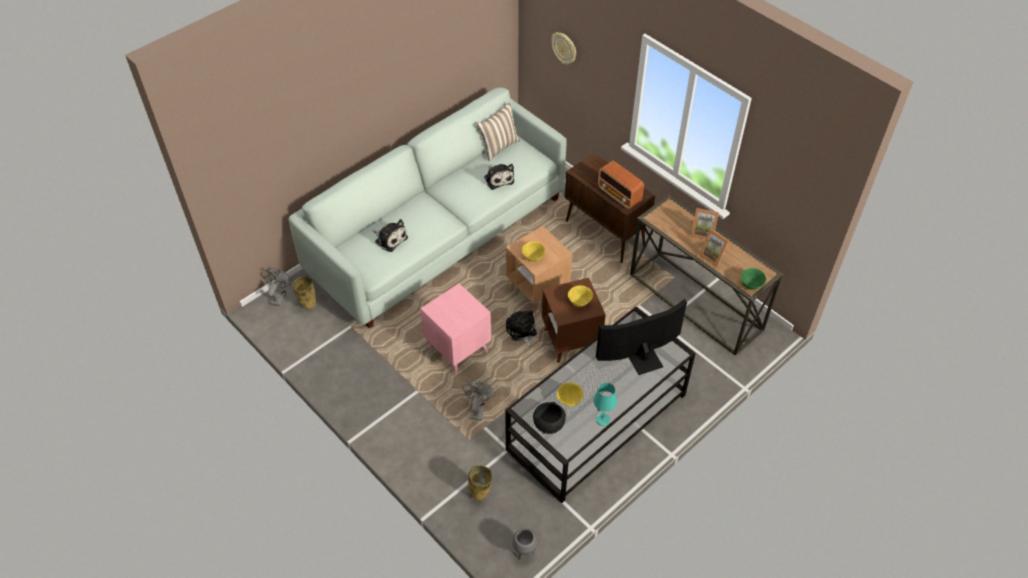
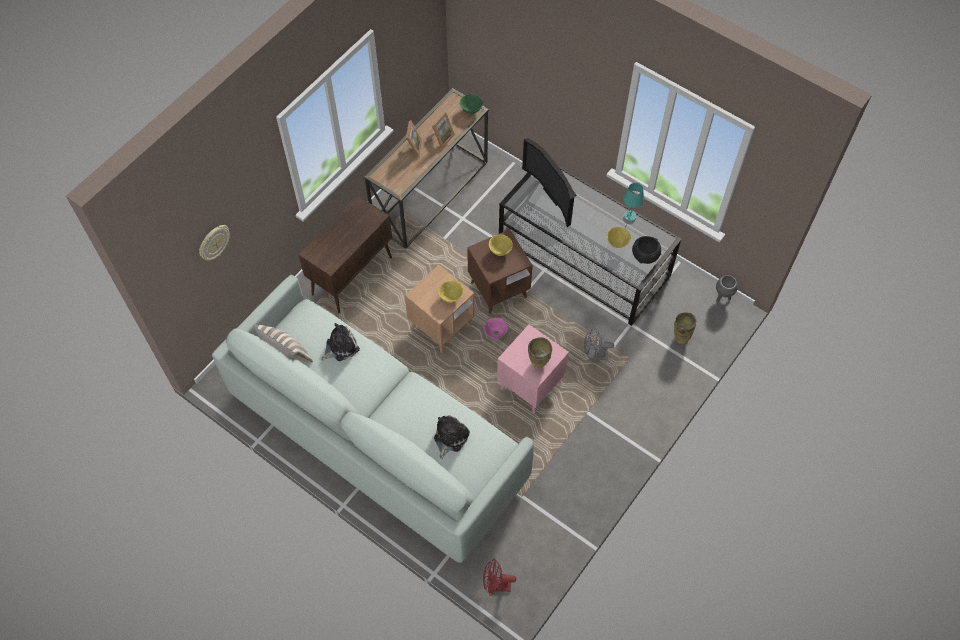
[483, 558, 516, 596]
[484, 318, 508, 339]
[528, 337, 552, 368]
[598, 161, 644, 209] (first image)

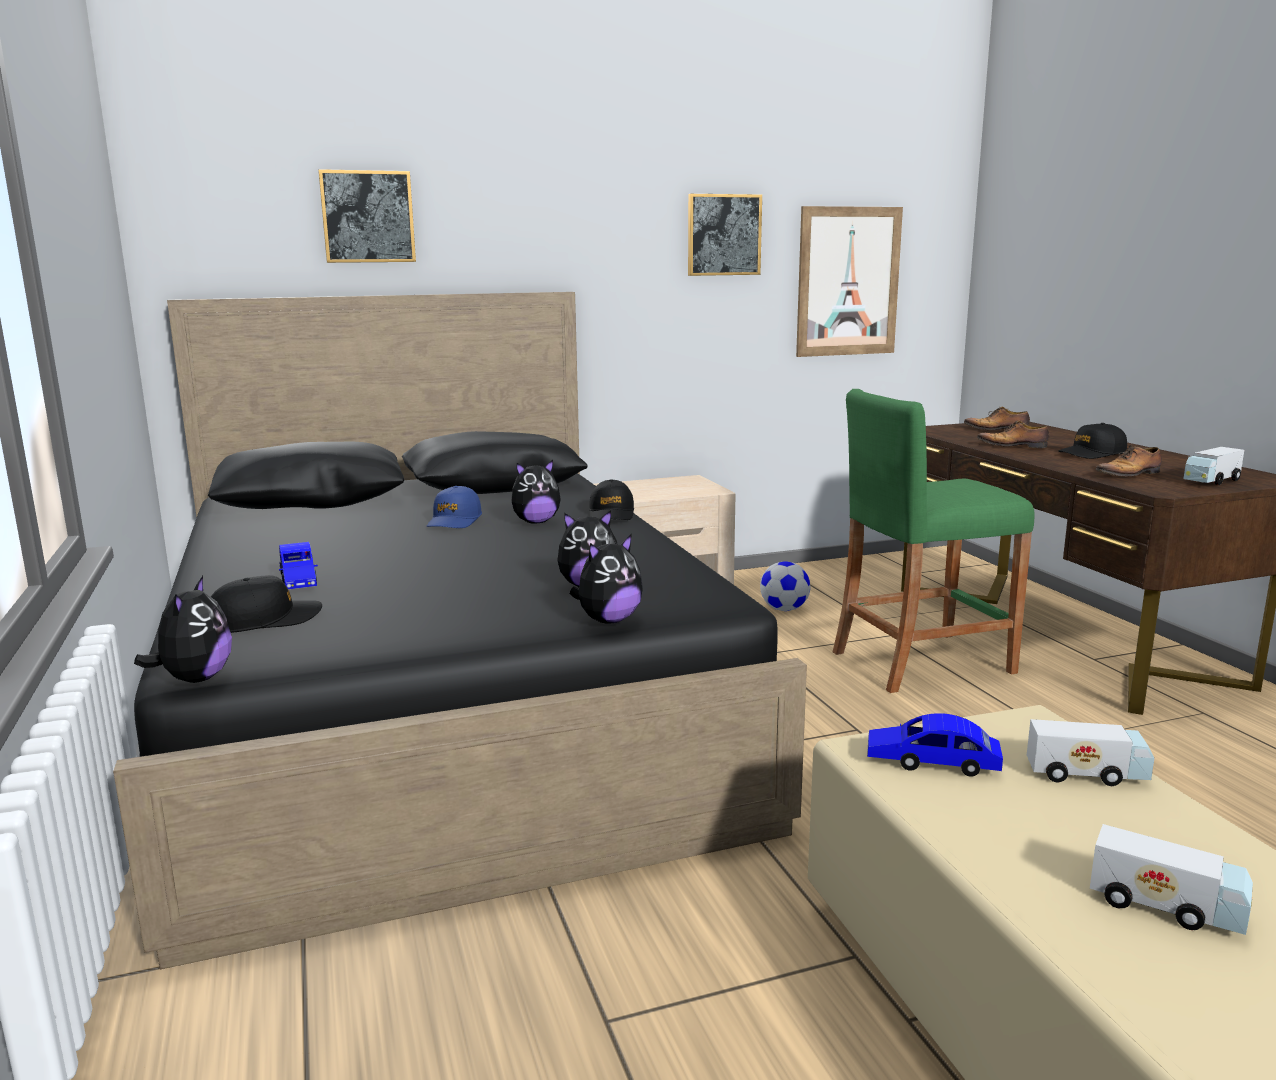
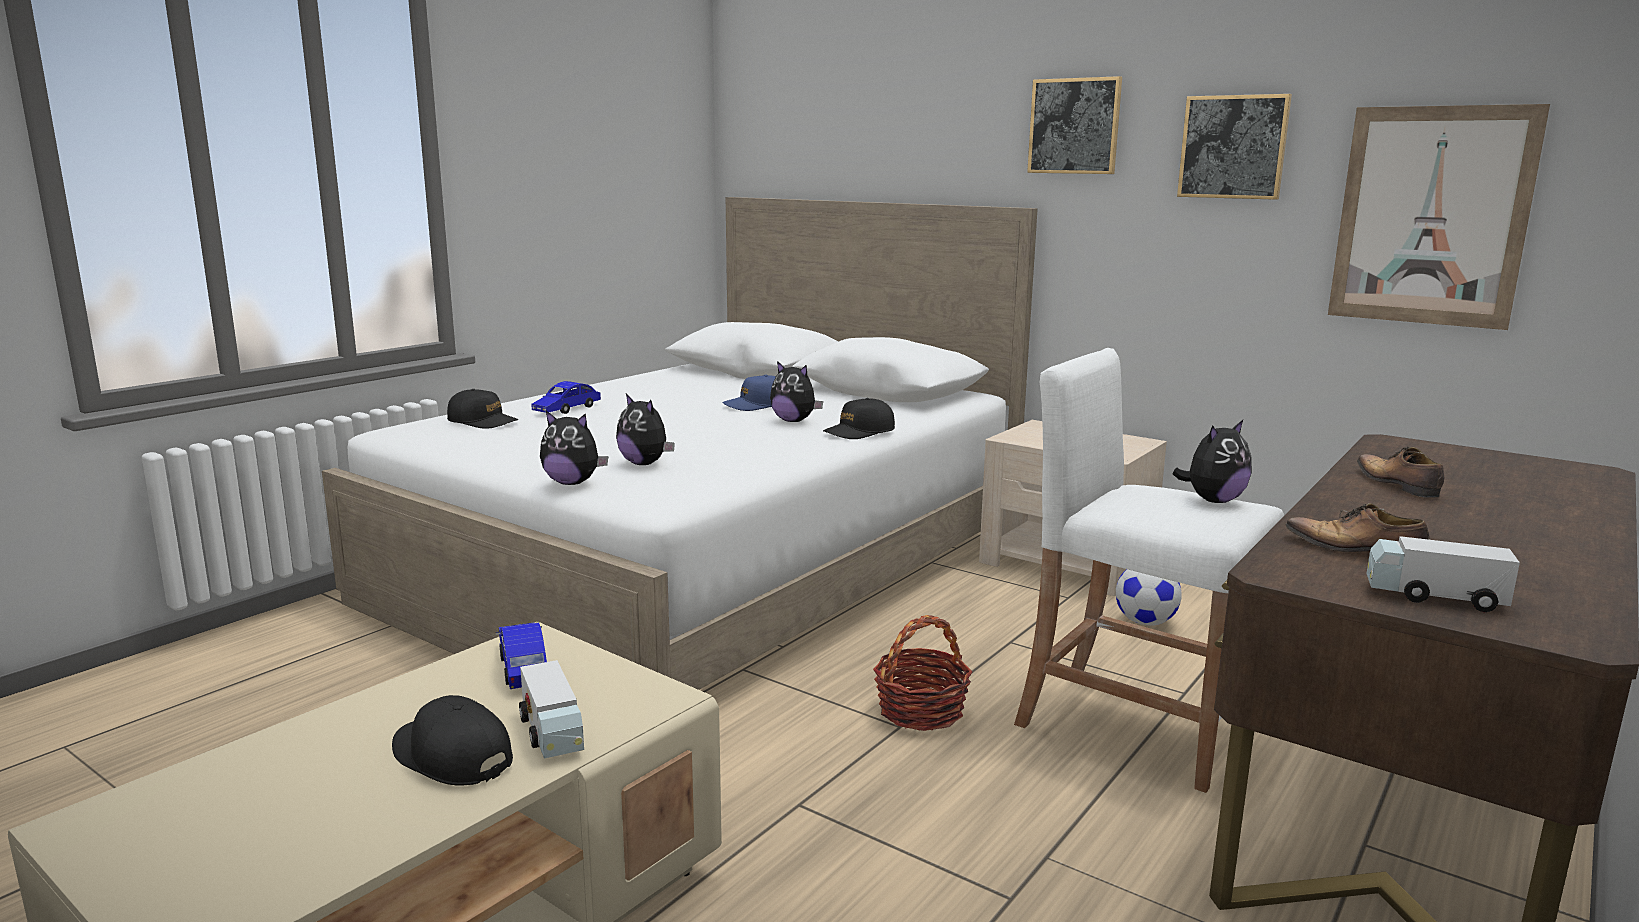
[322, 197, 1038, 690]
[392, 695, 513, 786]
[873, 615, 972, 731]
[1014, 348, 1284, 793]
[1027, 76, 1122, 174]
[1173, 420, 1252, 503]
[964, 407, 1030, 430] (first image)
[1090, 824, 1253, 935] (first image)

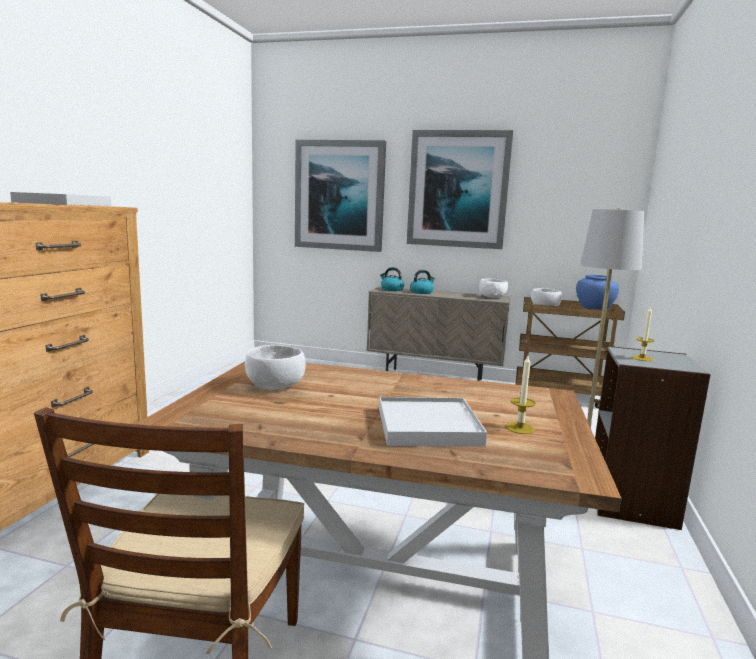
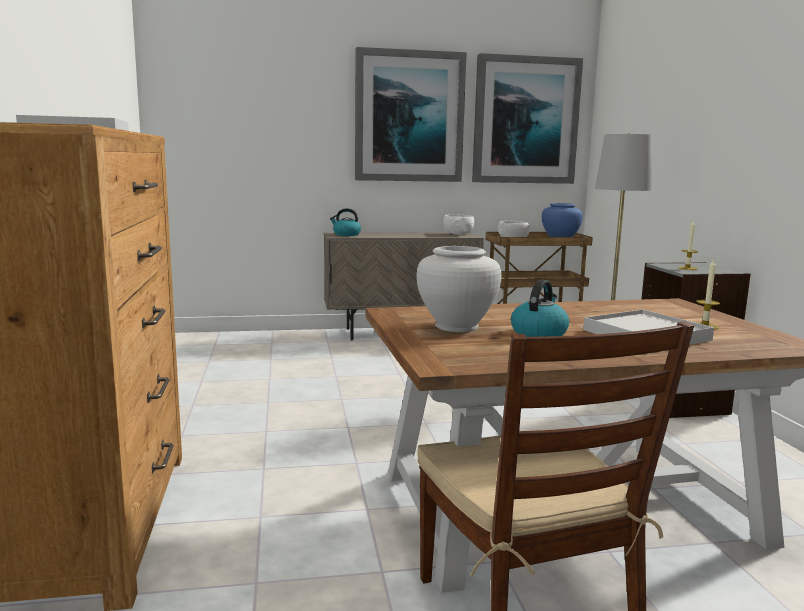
[417, 246, 501, 332]
[472, 53, 583, 184]
[511, 280, 569, 337]

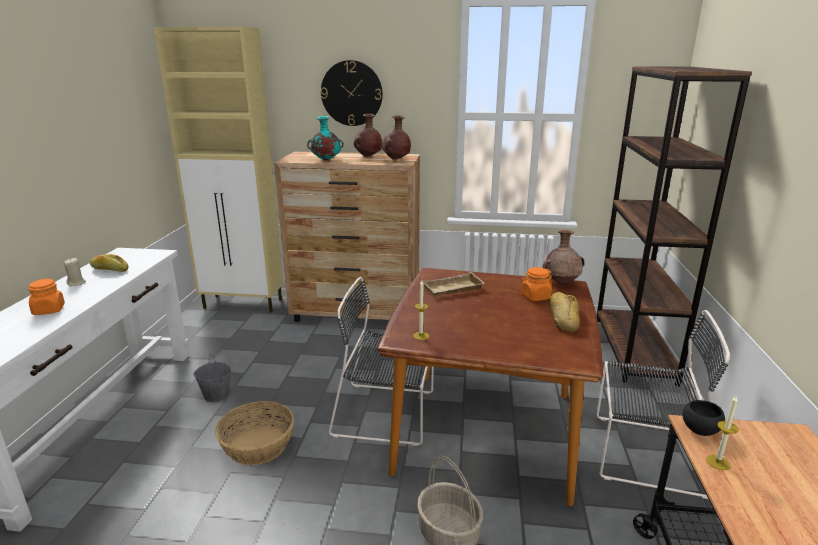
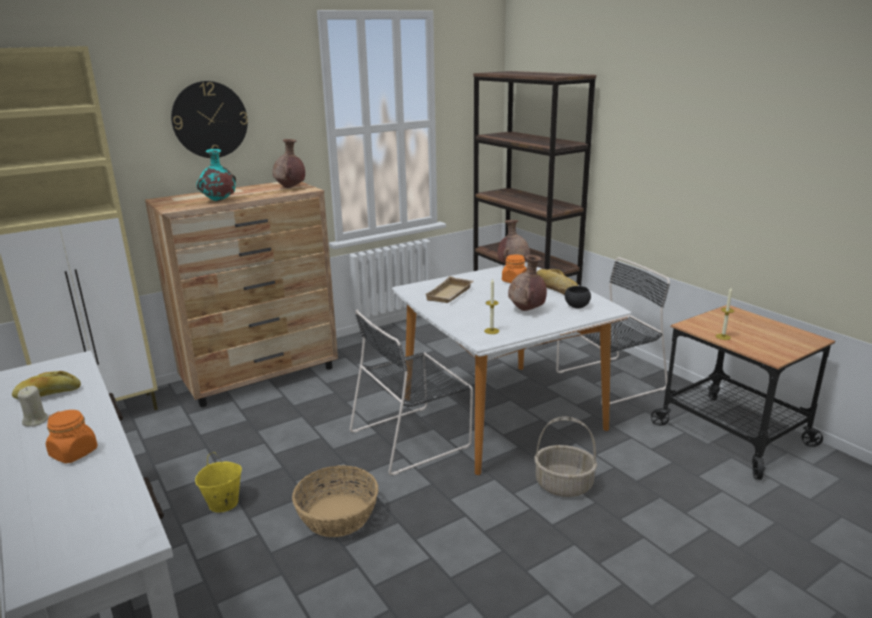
[195, 452, 242, 513]
[392, 262, 631, 475]
[508, 255, 547, 311]
[565, 286, 591, 309]

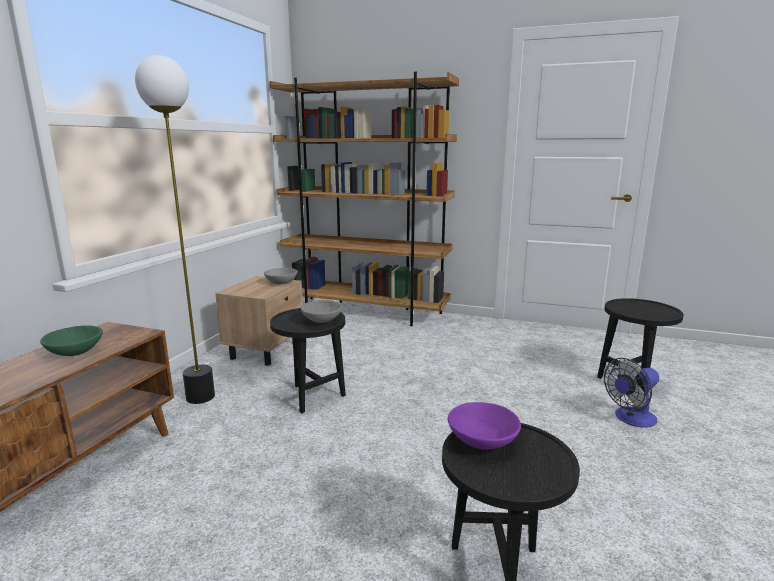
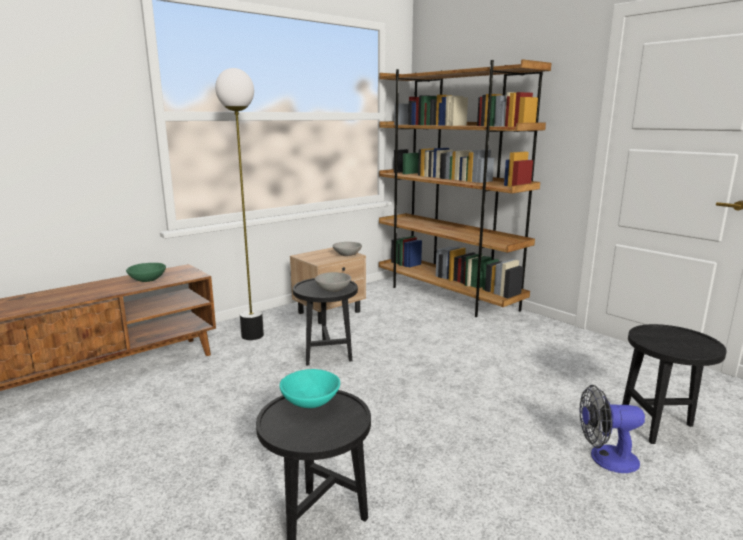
[279, 369, 340, 408]

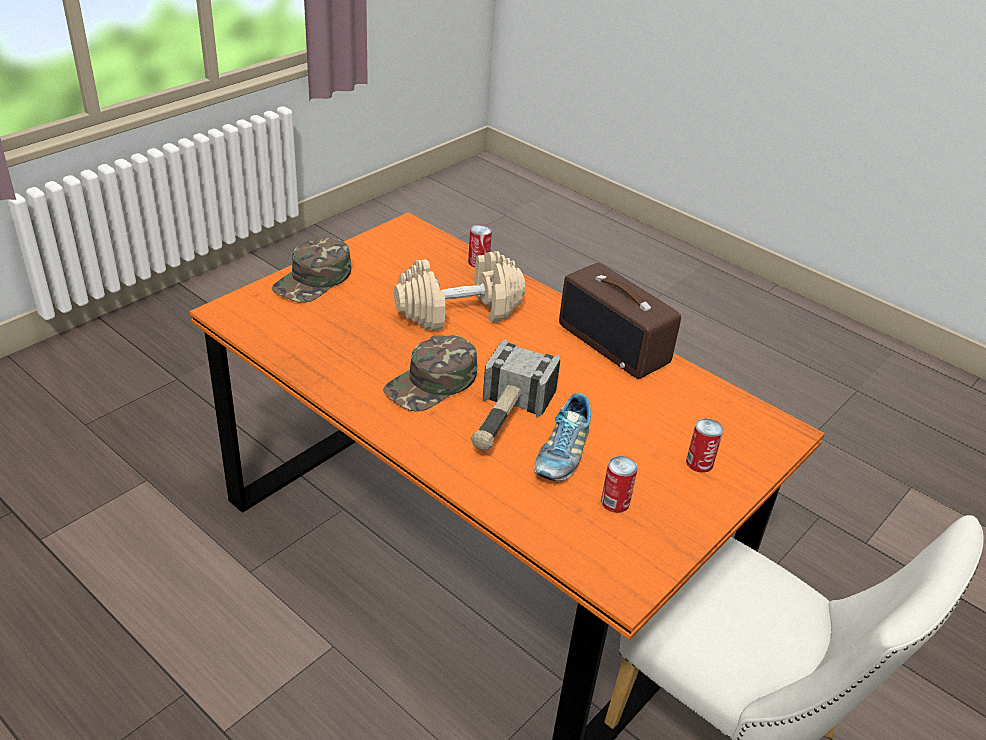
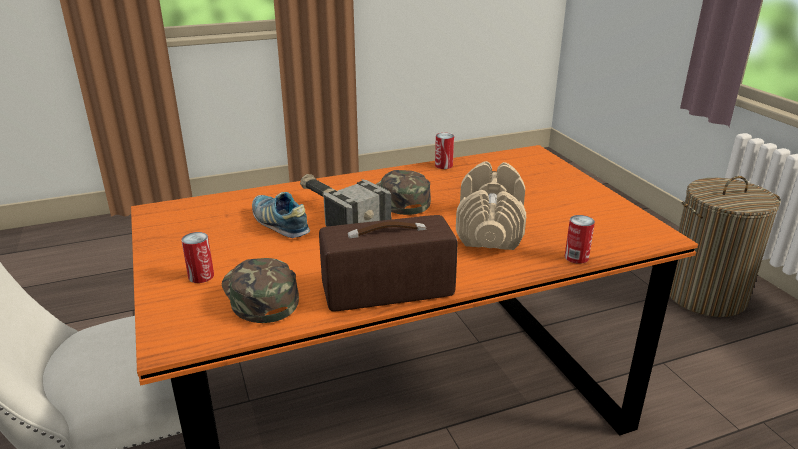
[222, 258, 299, 323]
[435, 133, 454, 169]
[670, 176, 781, 317]

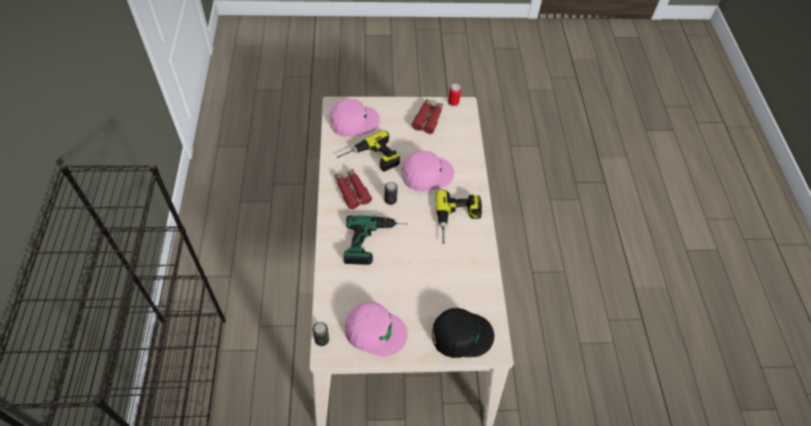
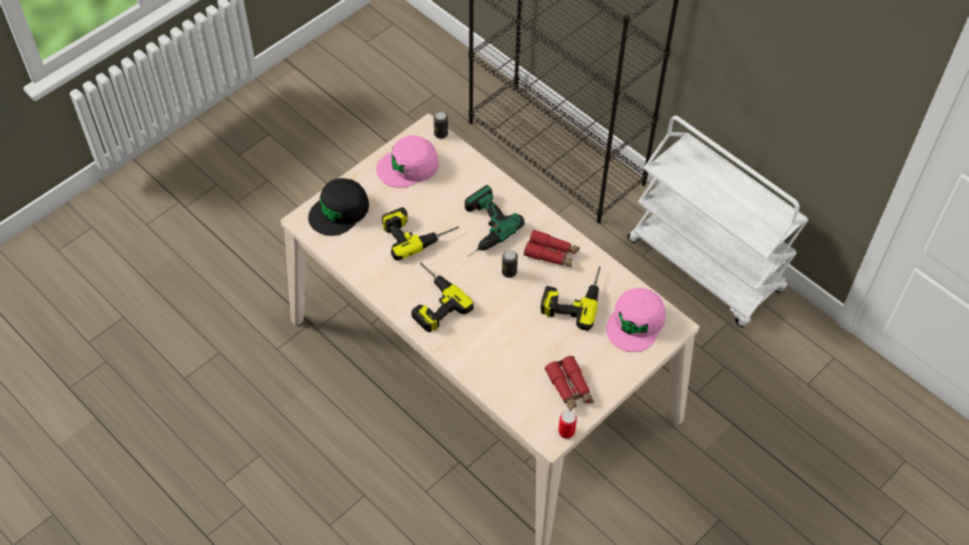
[382, 207, 459, 261]
[627, 116, 808, 327]
[402, 151, 454, 191] (first image)

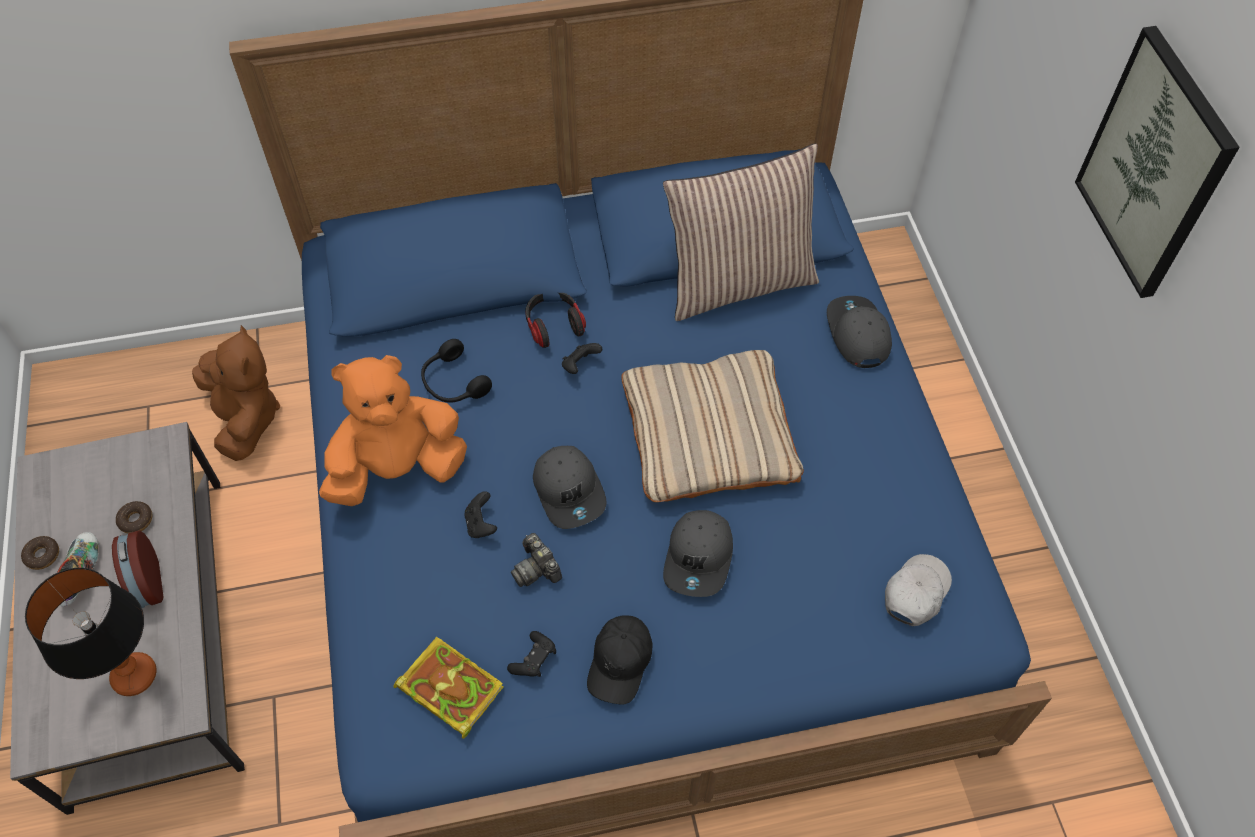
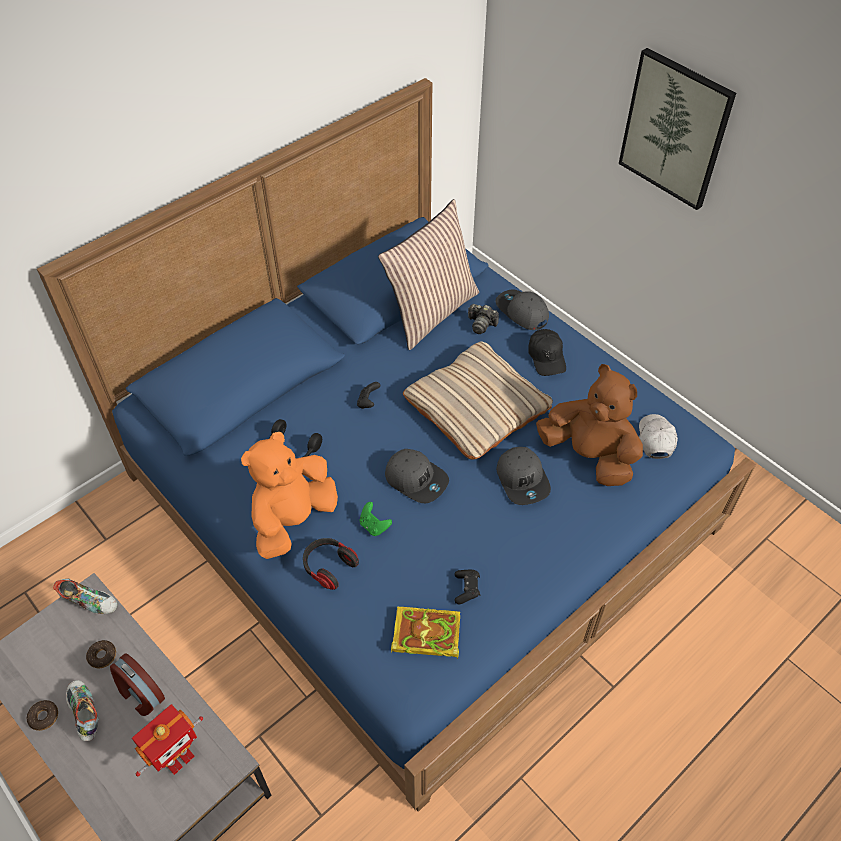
[53, 579, 118, 614]
[132, 704, 203, 776]
[303, 538, 359, 590]
[360, 502, 392, 536]
[468, 304, 499, 334]
[528, 329, 566, 376]
[536, 364, 643, 486]

